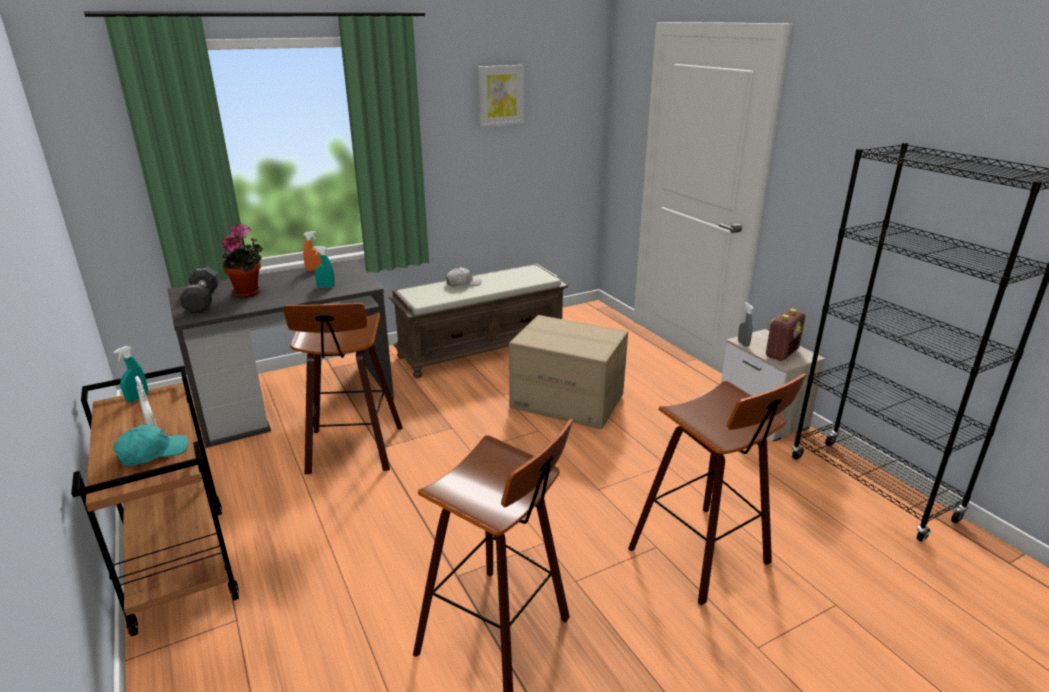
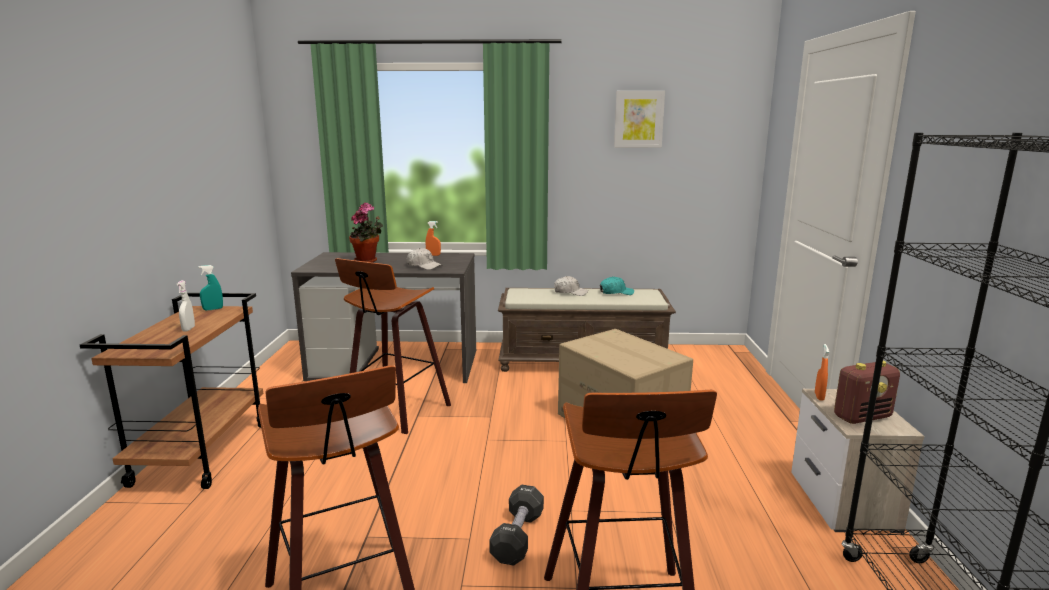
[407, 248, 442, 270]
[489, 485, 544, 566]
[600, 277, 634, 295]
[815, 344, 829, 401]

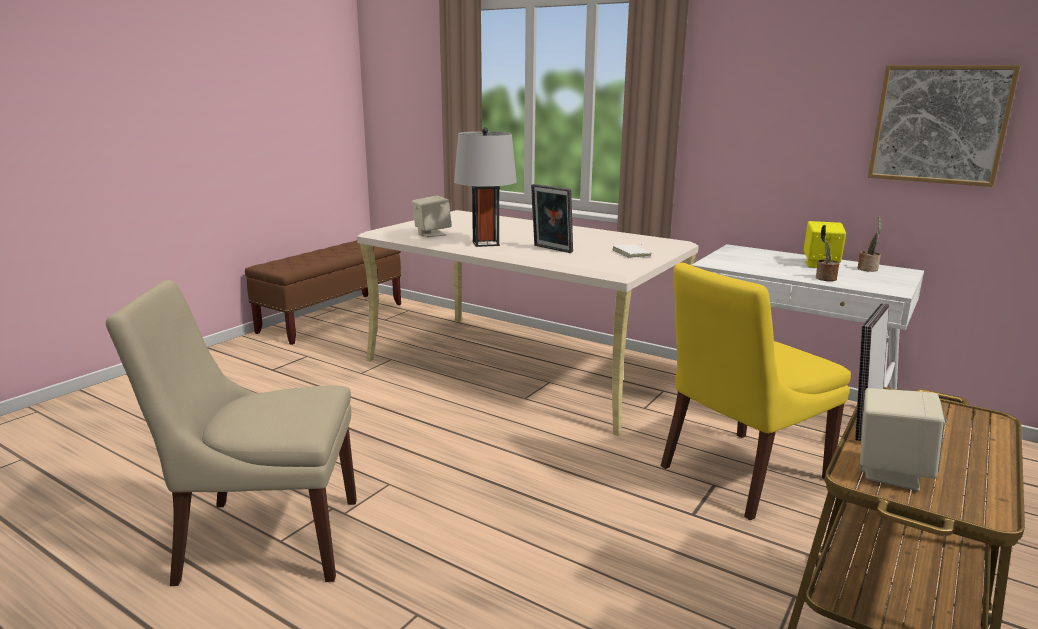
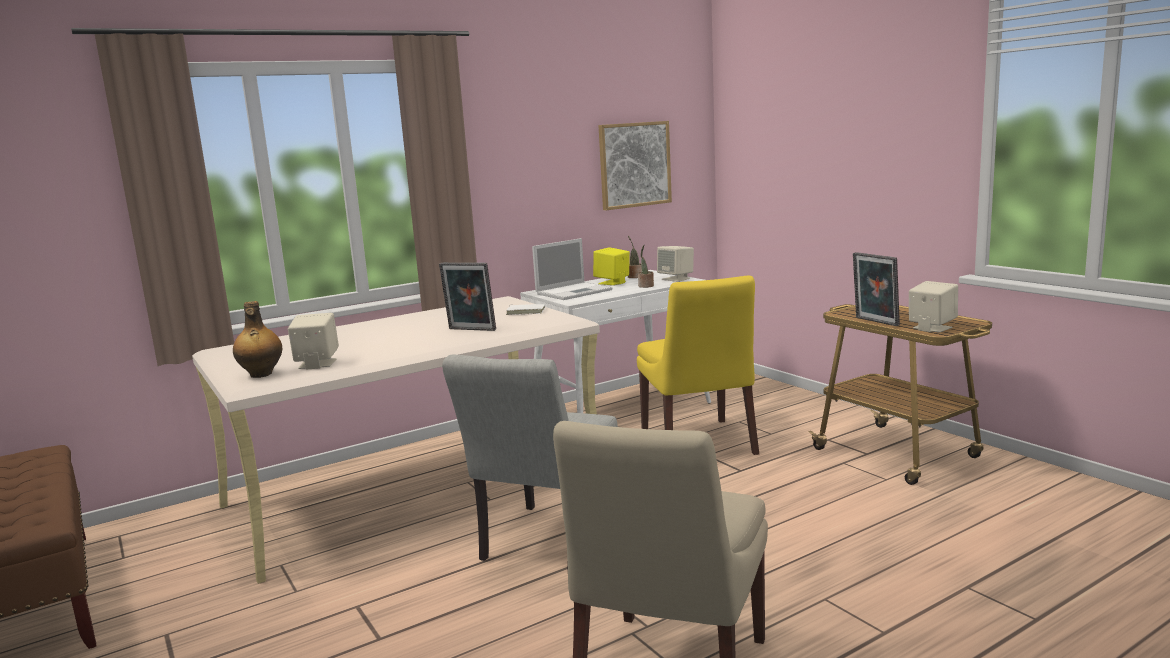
[233, 301, 282, 378]
[439, 263, 496, 331]
[442, 355, 618, 565]
[532, 238, 612, 300]
[657, 246, 694, 282]
[454, 127, 517, 247] (first image)

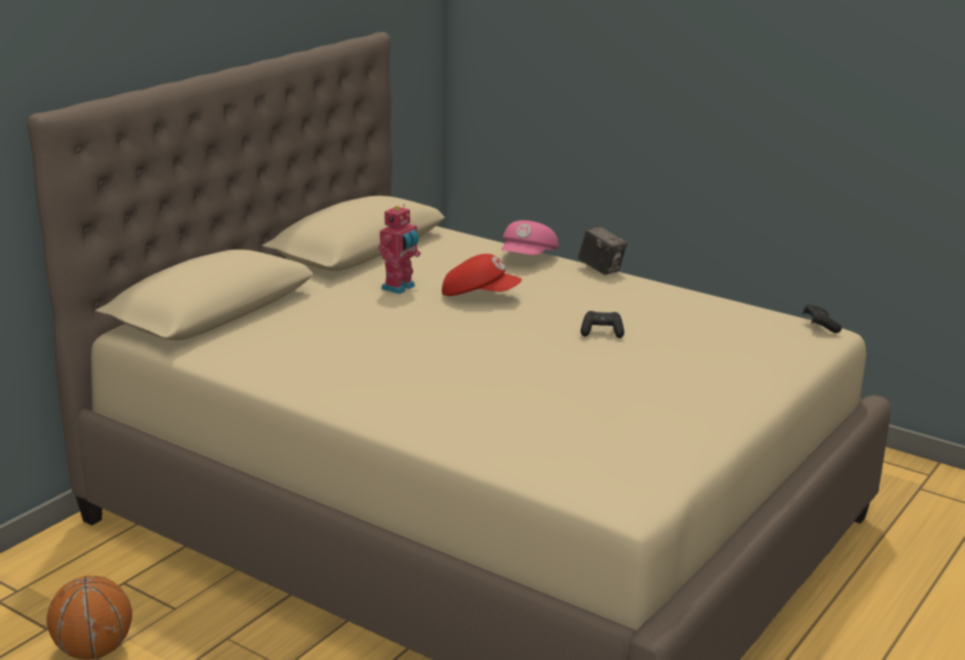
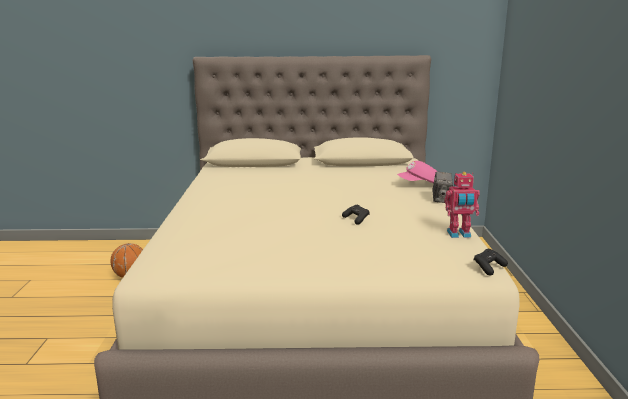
[444, 172, 480, 238]
[442, 254, 522, 296] (first image)

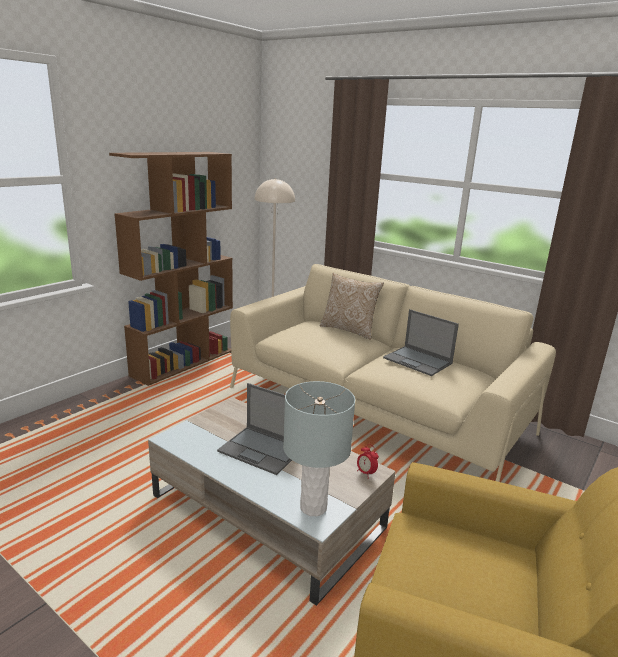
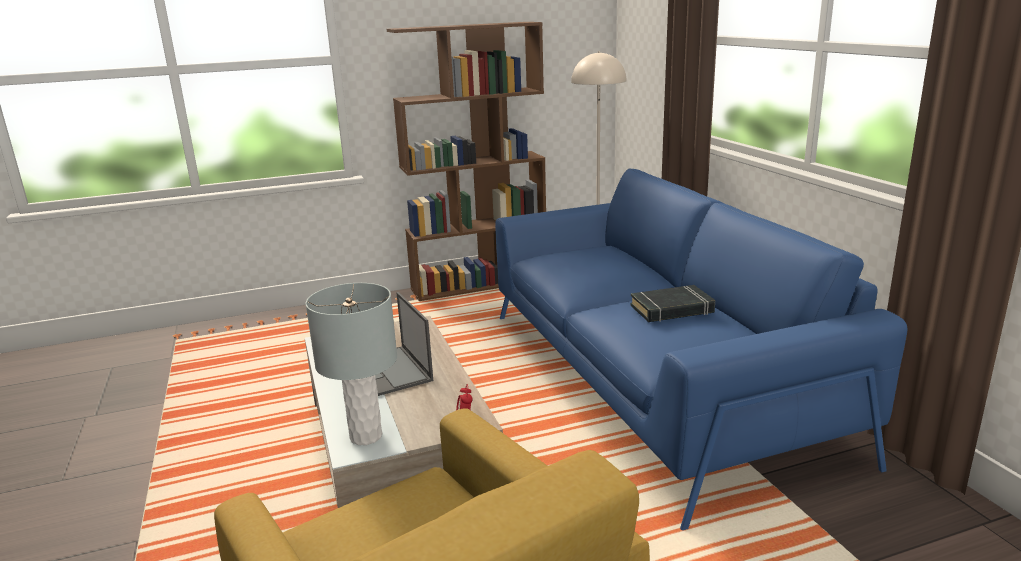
[495, 169, 907, 530]
[630, 285, 715, 322]
[320, 273, 384, 340] (first image)

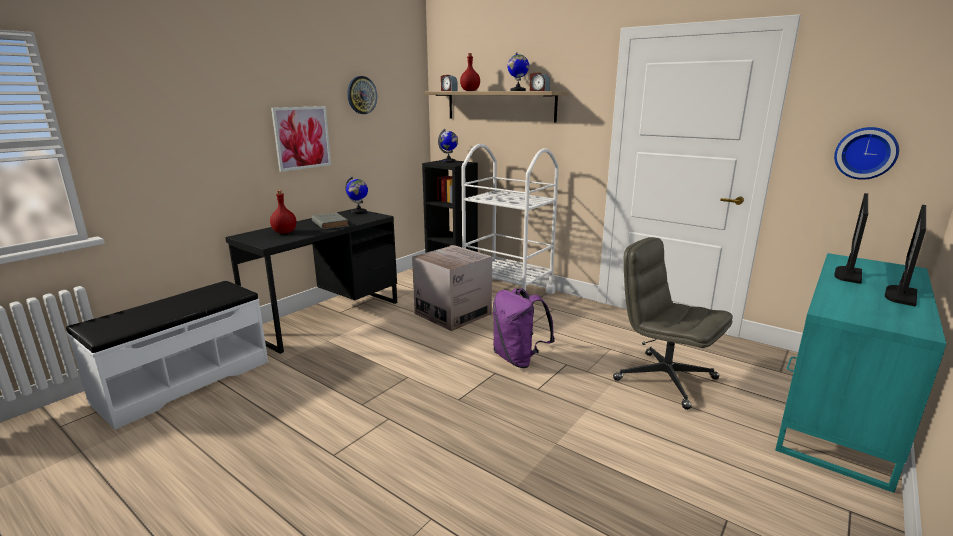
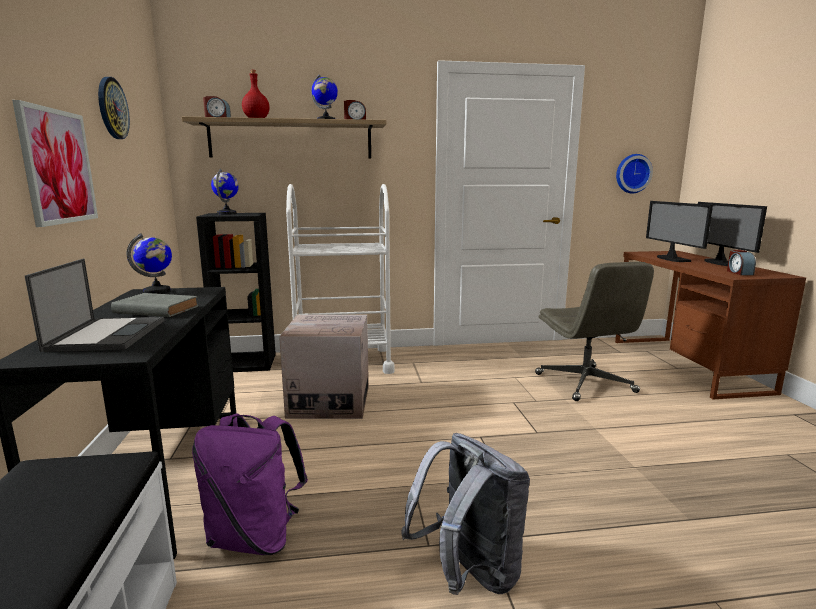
[25, 259, 164, 352]
[192, 413, 308, 555]
[401, 433, 530, 595]
[535, 262, 654, 401]
[615, 251, 806, 399]
[727, 250, 756, 275]

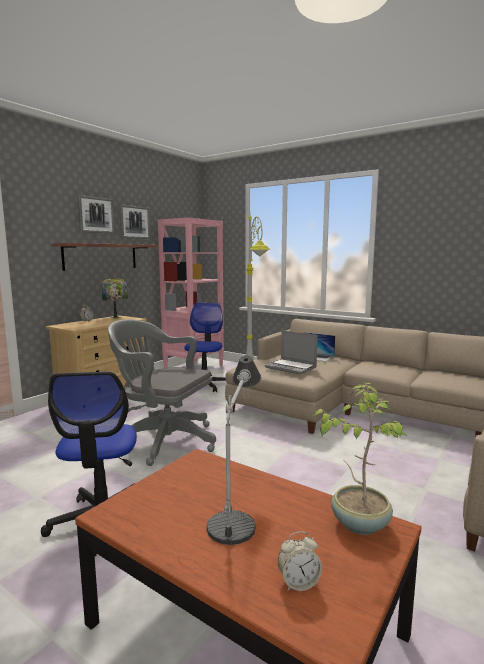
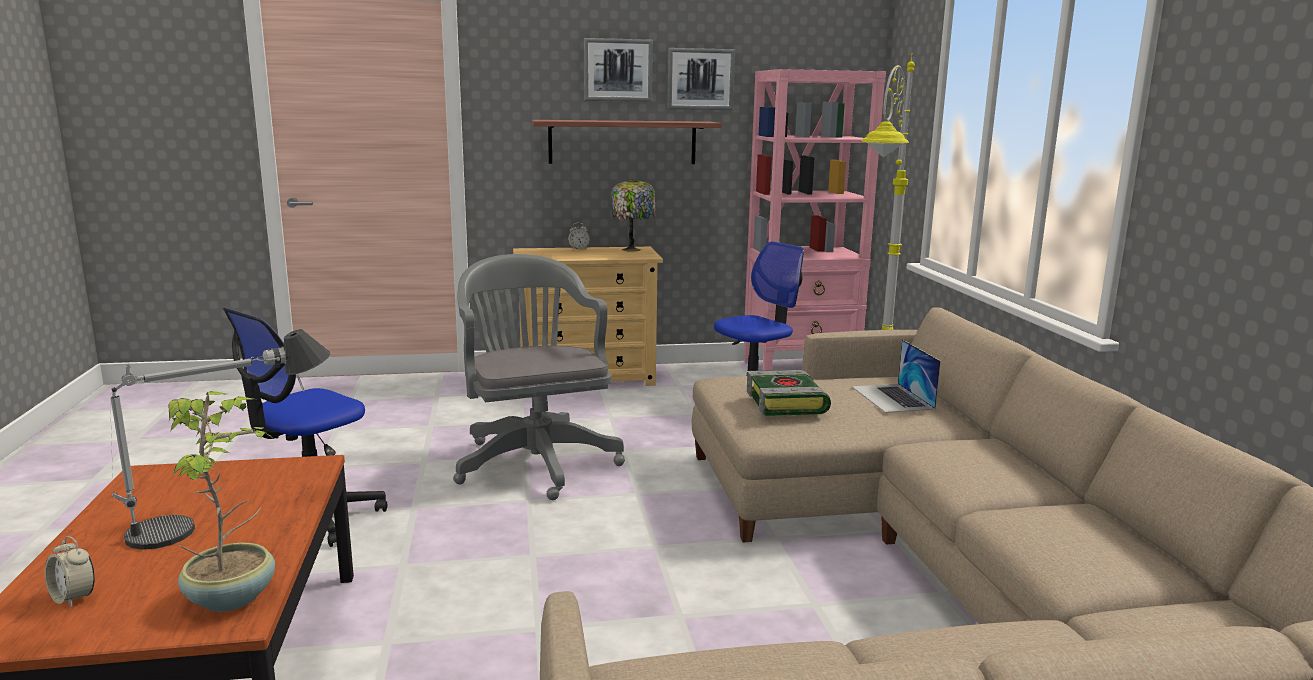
[747, 370, 831, 416]

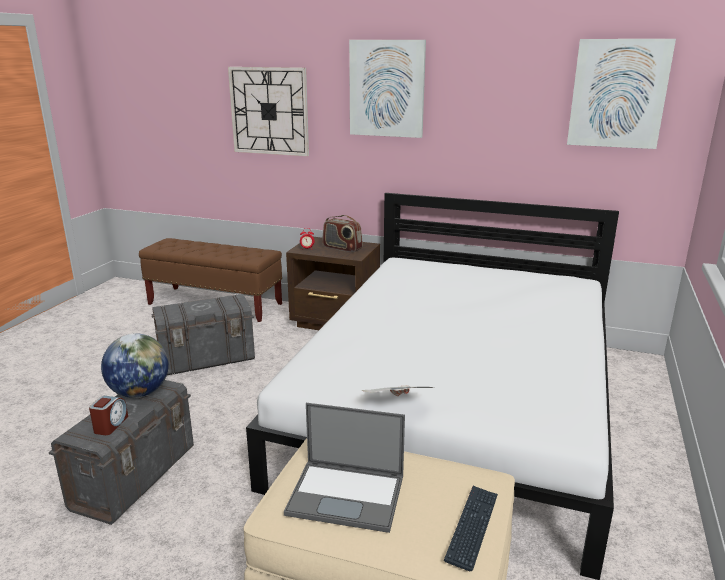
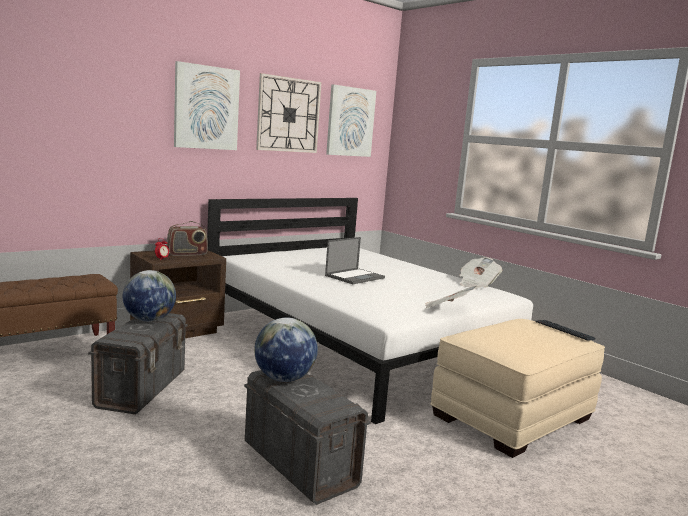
[123, 270, 176, 322]
[256, 73, 322, 153]
[325, 237, 385, 284]
[459, 257, 502, 288]
[89, 396, 128, 435] (first image)

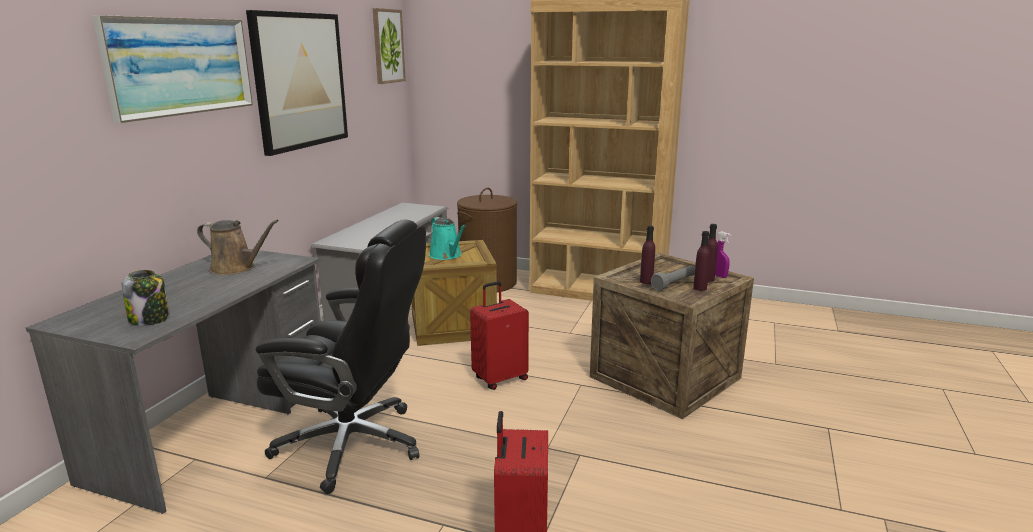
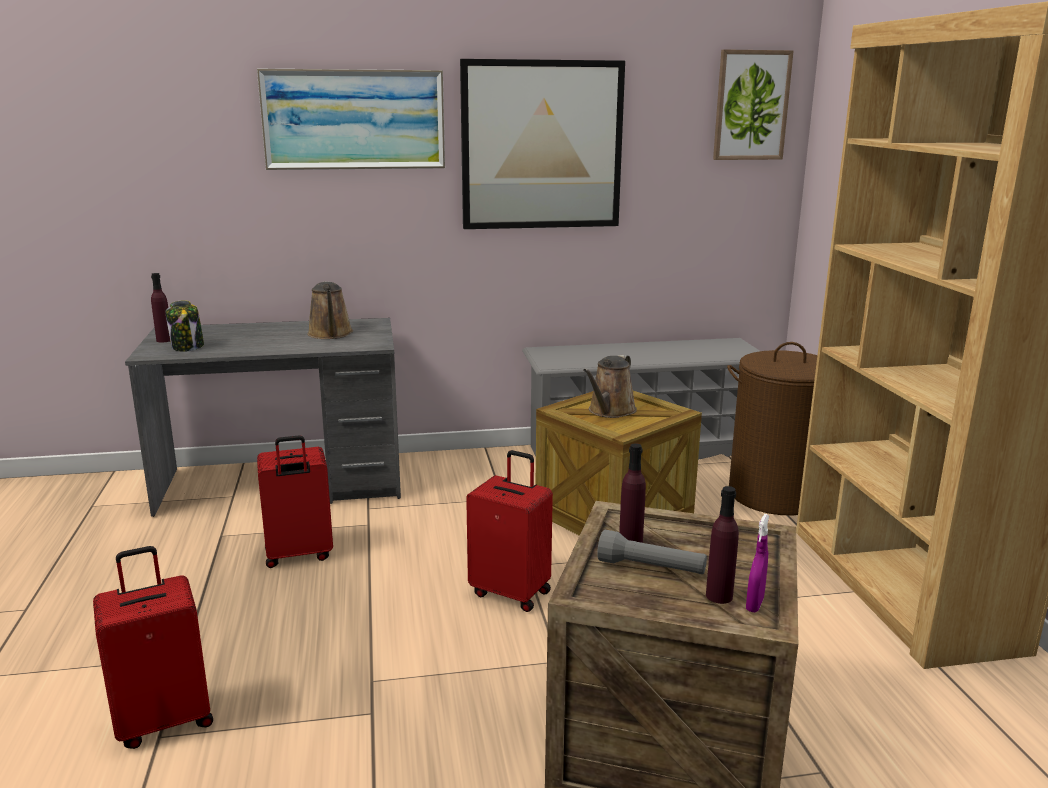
[151, 273, 170, 343]
[257, 435, 333, 568]
[583, 355, 637, 418]

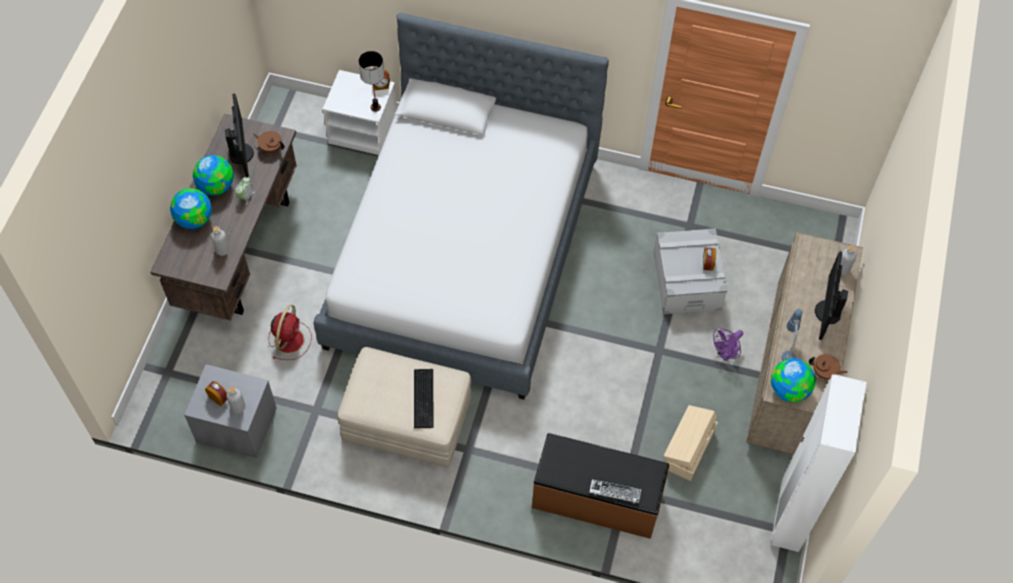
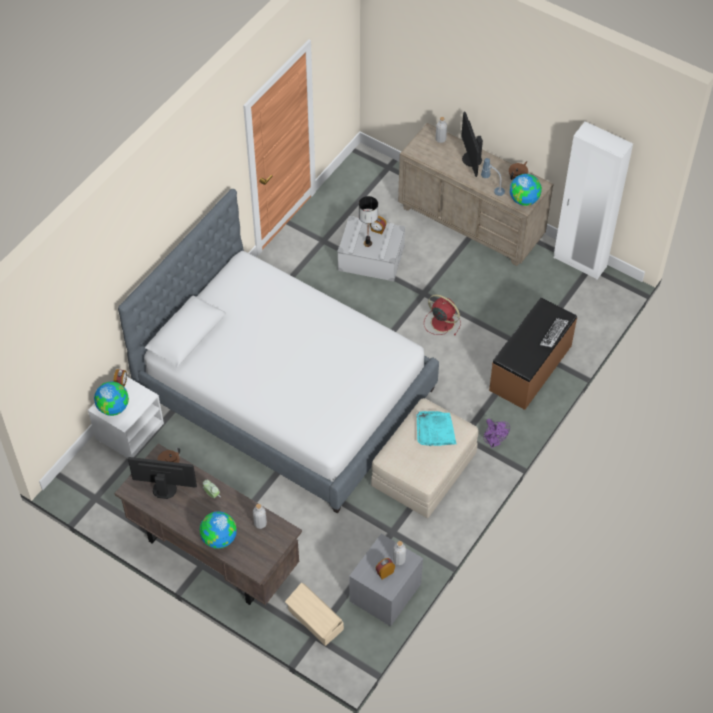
[94, 381, 129, 416]
[285, 583, 344, 646]
[358, 196, 378, 247]
[417, 411, 456, 446]
[424, 294, 461, 335]
[461, 111, 483, 177]
[484, 419, 510, 448]

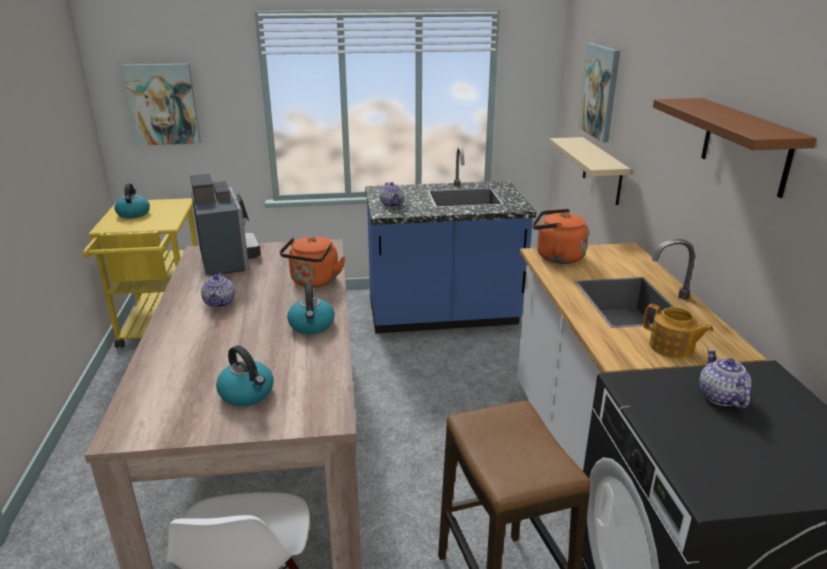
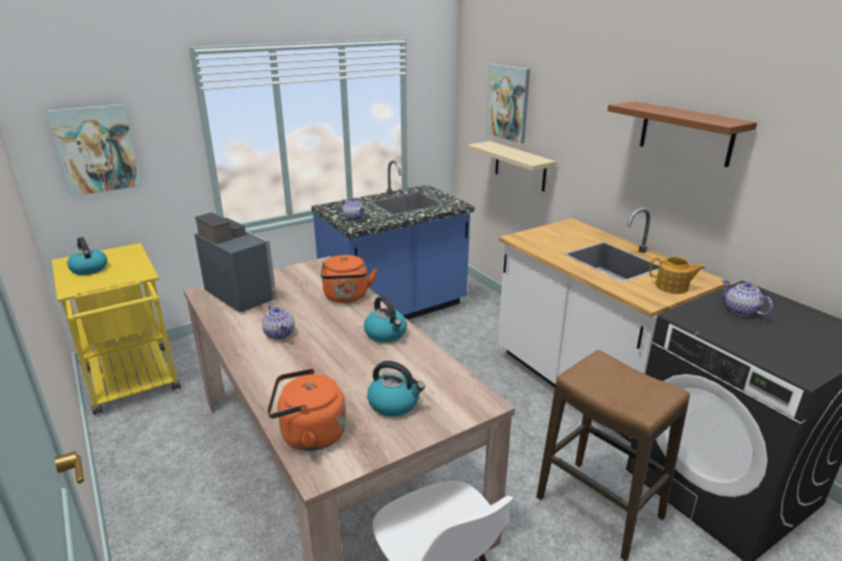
[267, 369, 346, 451]

